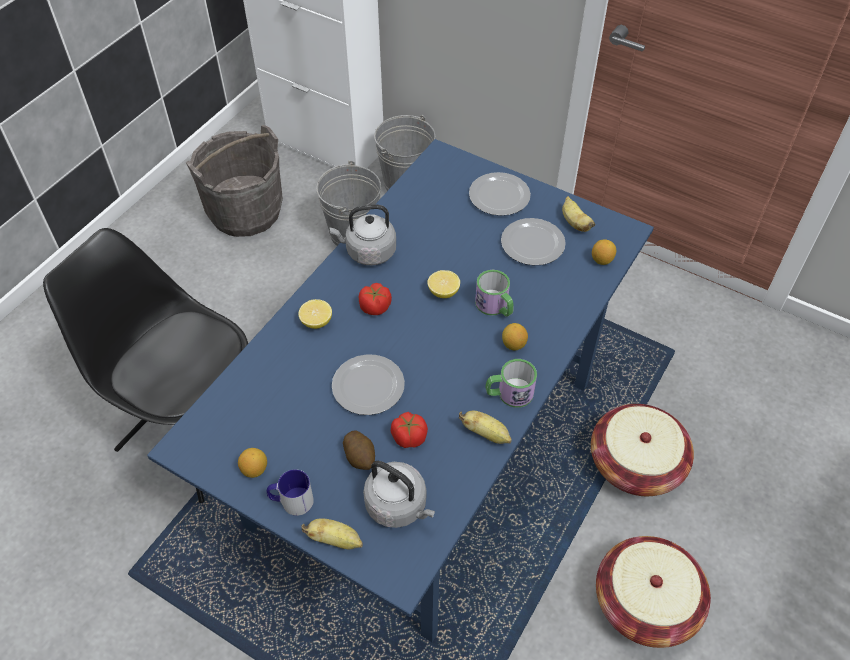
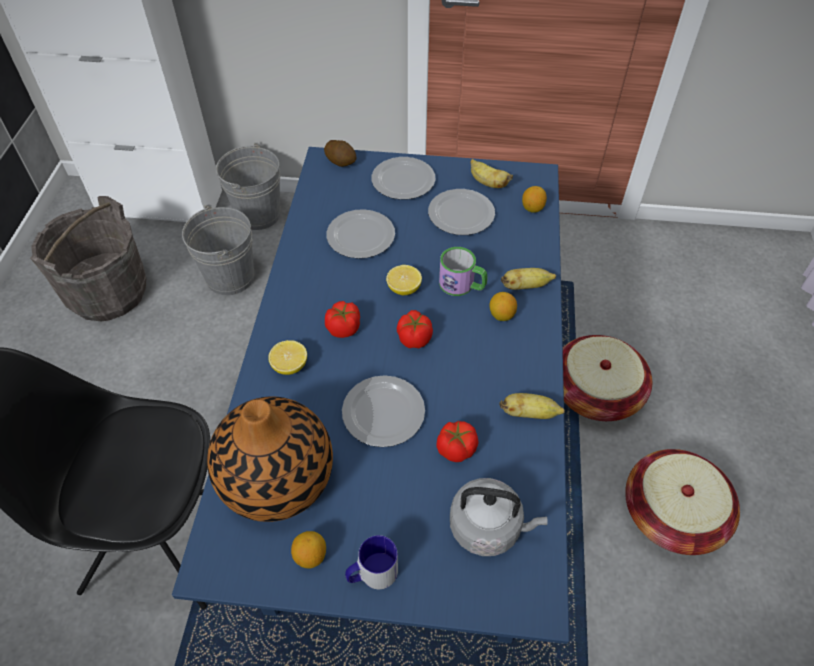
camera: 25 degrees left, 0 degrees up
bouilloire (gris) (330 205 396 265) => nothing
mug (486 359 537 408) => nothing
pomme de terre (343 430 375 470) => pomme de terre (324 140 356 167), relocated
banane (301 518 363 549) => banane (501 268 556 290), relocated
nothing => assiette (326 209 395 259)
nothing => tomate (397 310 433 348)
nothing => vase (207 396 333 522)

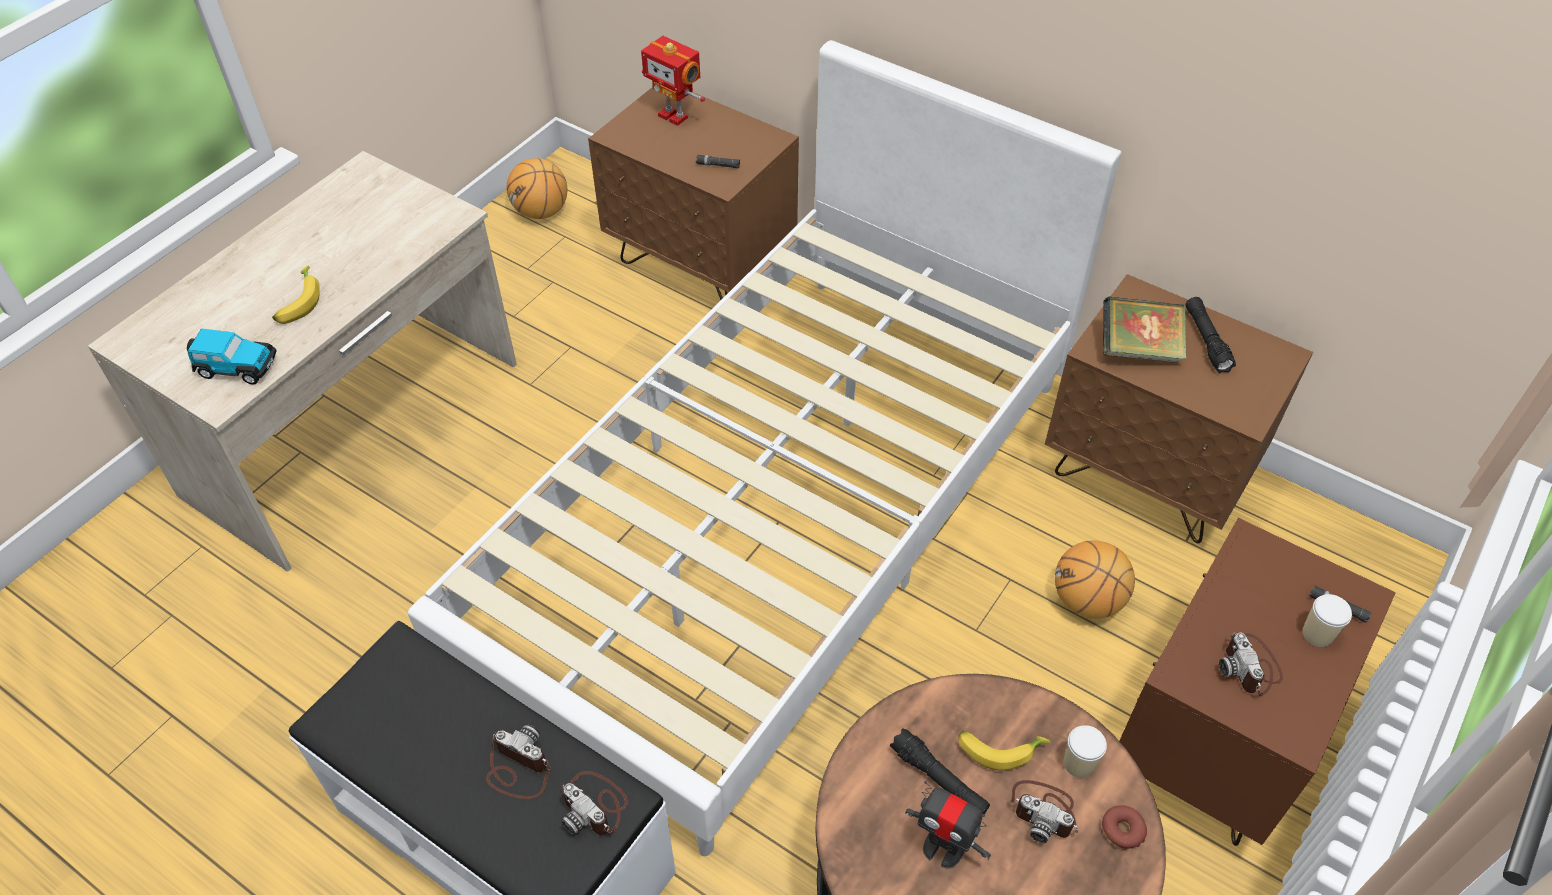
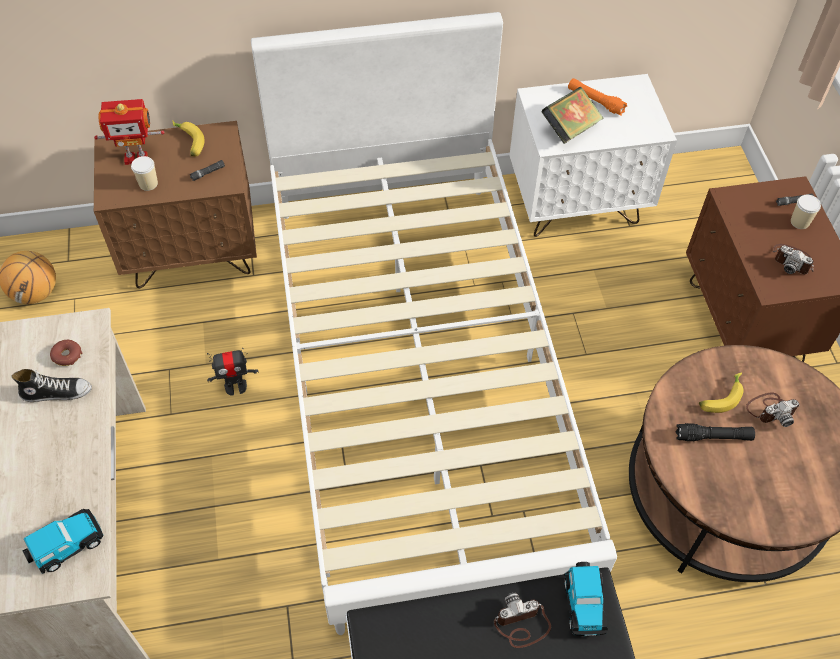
camera: 45 degrees left, 5 degrees up
banane (272 265 320 324) => banane (172 120 205 156), relocated
table de chevet (marron) (1045 274 1313 543) => table de chevet (blanc) (509 74 677 237)
lampe de poche (noir) (1186 297 1236 373) => lampe de poche (orange) (568 78 628 116)
ballon de basket (1055 540 1135 619) => nothing
tasse (1064 725 1107 778) => tasse (131 156 158 191), relocated
appareil photo (562 771 628 835) => petite voiture (564 562 608 636)
robot jouet (905 781 991 869) => robot jouet (207 348 259 396), relocated
beignet (1102 805 1147 850) => beignet (50 340 82 366), relocated
nothing => chaussure (12 369 92 402)

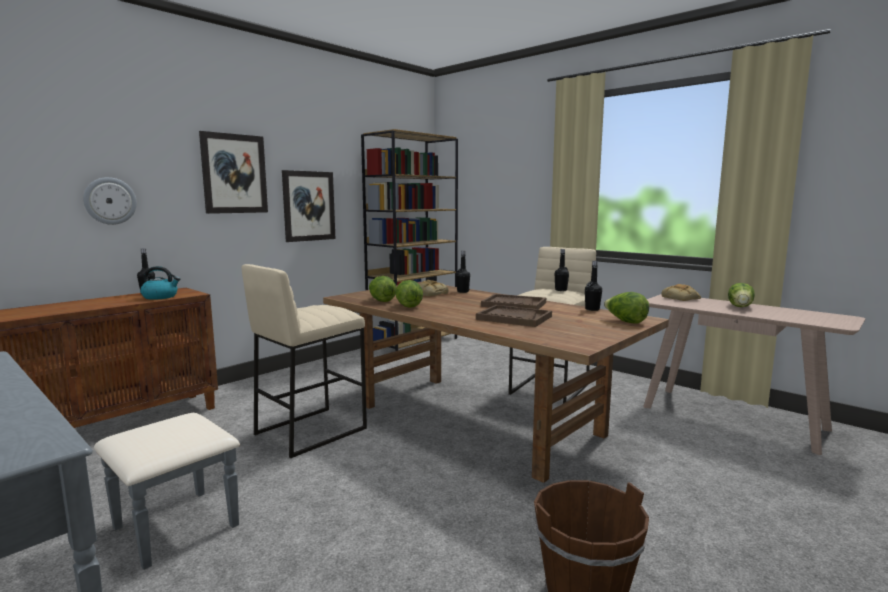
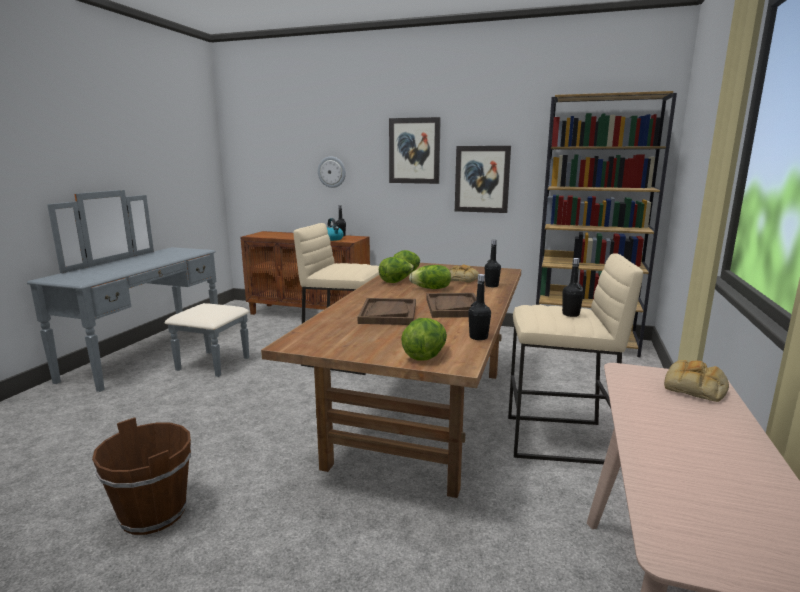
camera: 65 degrees right, 5 degrees up
laitue (728 283 755 307) => laitue (409 265 451 289), relocated

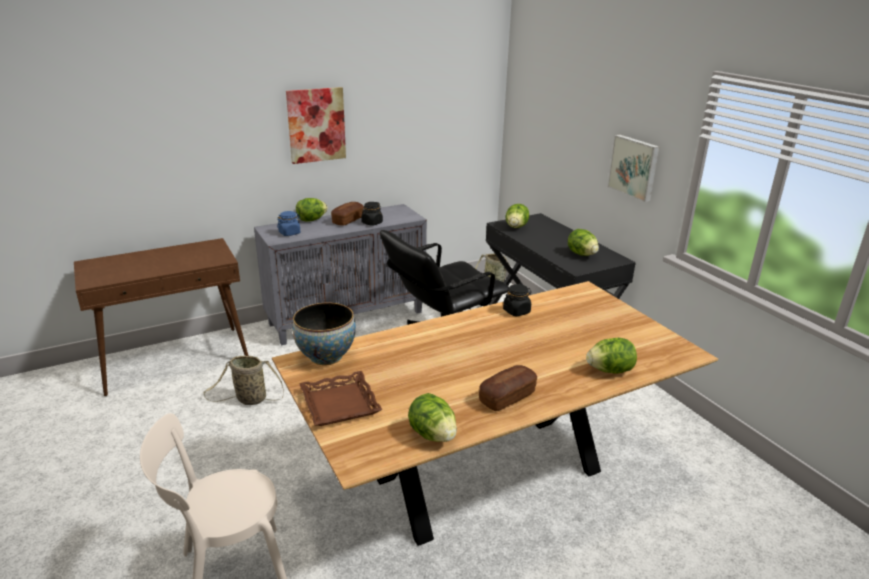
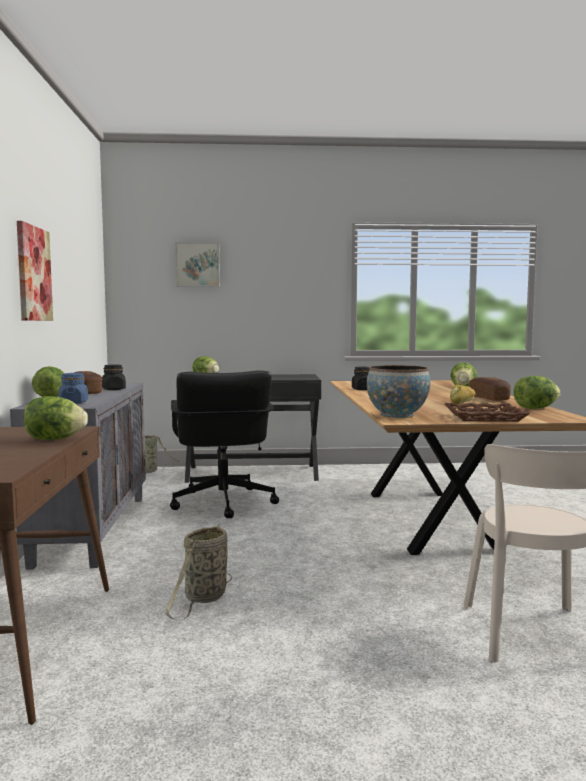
camera: 65 degrees left, 20 degrees down
tableau (608 135 660 202) => tableau (175 242 220 287), relocated
laitue (568 229 599 256) => laitue (24 396 88 440), relocated
nothing => pain (450 384 476 404)

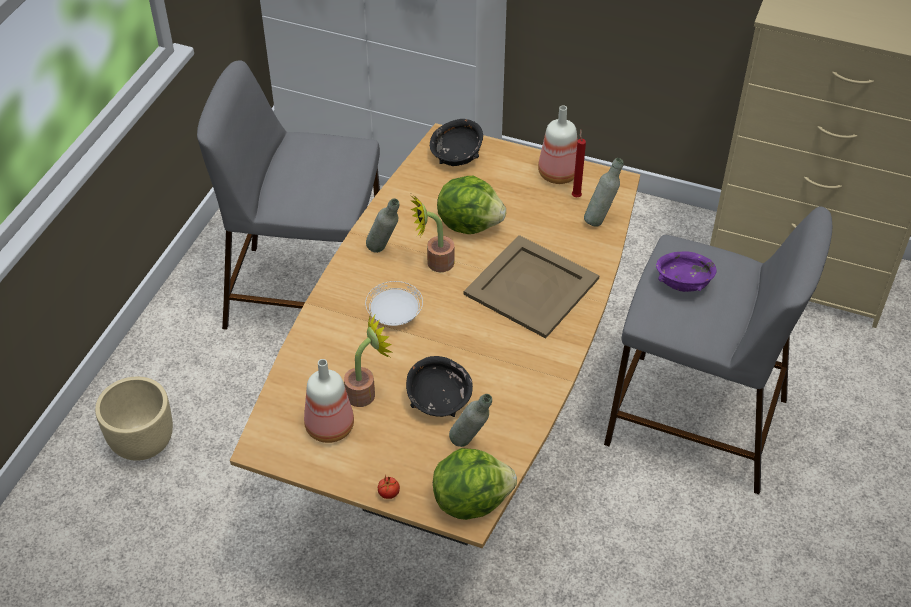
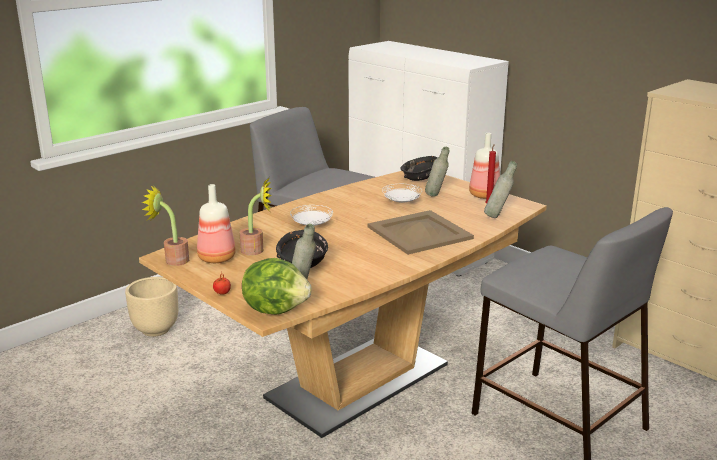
camera: 25 degrees right, 25 degrees down
laitue (437 176 506 234) => assiette (blanc) (382 184 422 203)
plante en pot (410 194 454 272) => plante en pot (142 184 189 266), relocated
bouteille (gris) (366 198 399 253) => bouteille (gris) (425 147 449 197), relocated
bol (violet) (656 251 717 292) => nothing

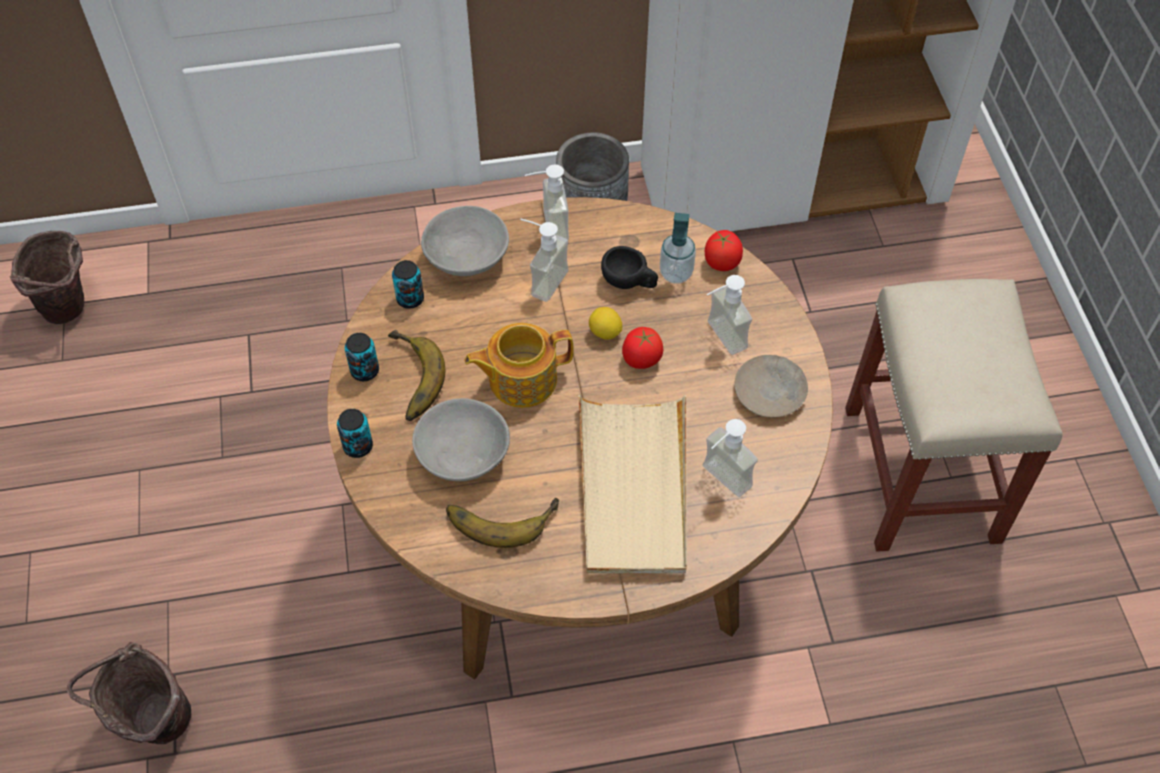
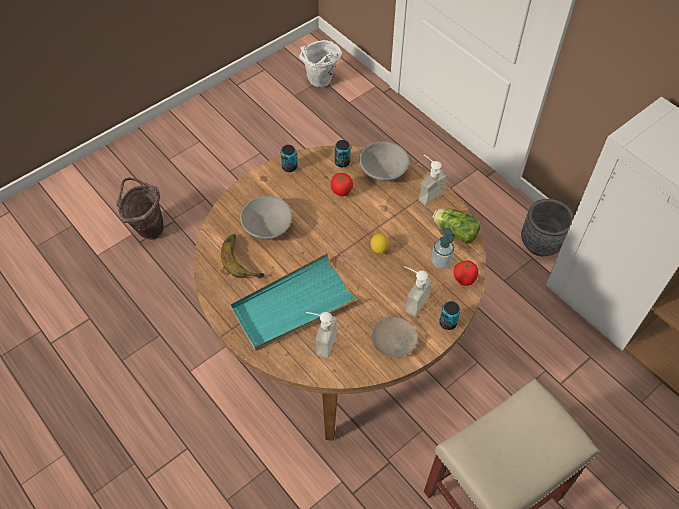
camera: 60 degrees right, 0 degrees up
distributeur de savon (520 219 568 302) => nothing
seau (marron) (10 231 84 324) => seau (blanc) (299 40 342 87)
tasse (noir) (601 246 658 289) => nothing
théière (465 323 573 408) => nothing
tomate (622 327 663 369) => tomate (331 173 353 196), relocated
banane (388 330 445 421) => nothing
plateau (beige) (579 395 687 573) => plateau (turquoise) (230 253 358 350)
boîte métallique (337 409 373 458) => boîte métallique (439 301 460 330), relocated
nothing => laitue (433 209 480 244)

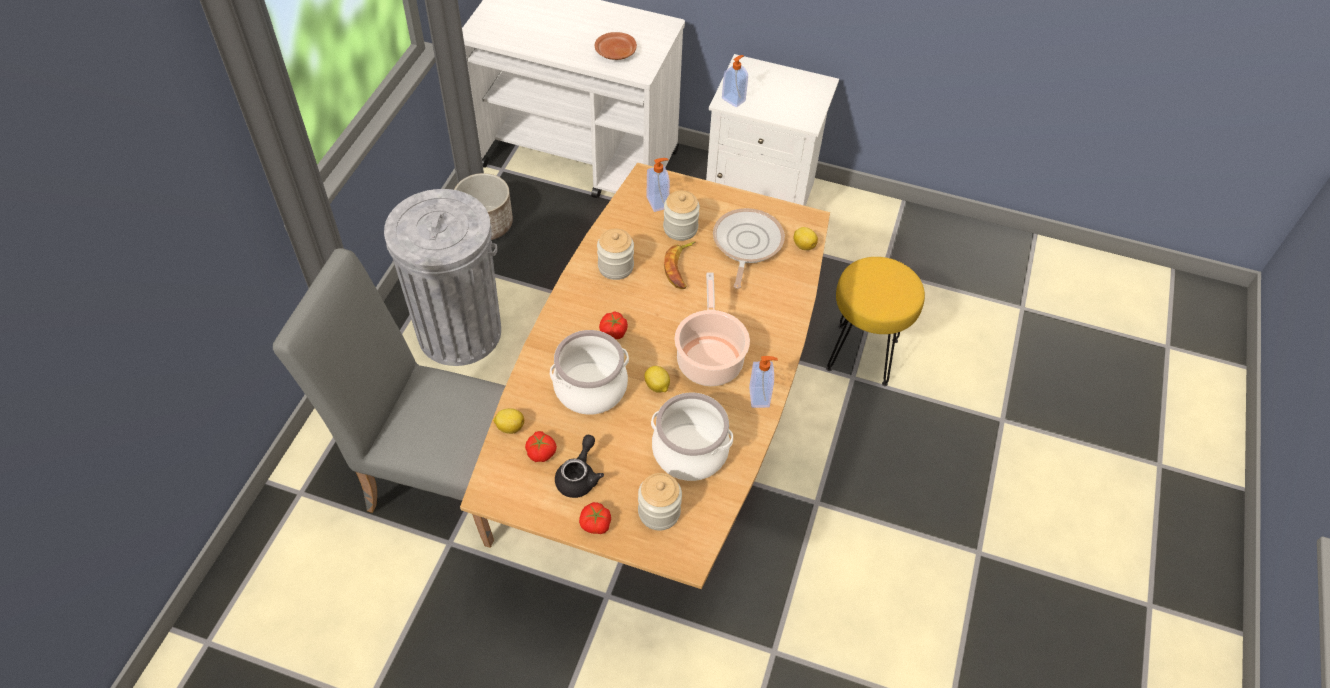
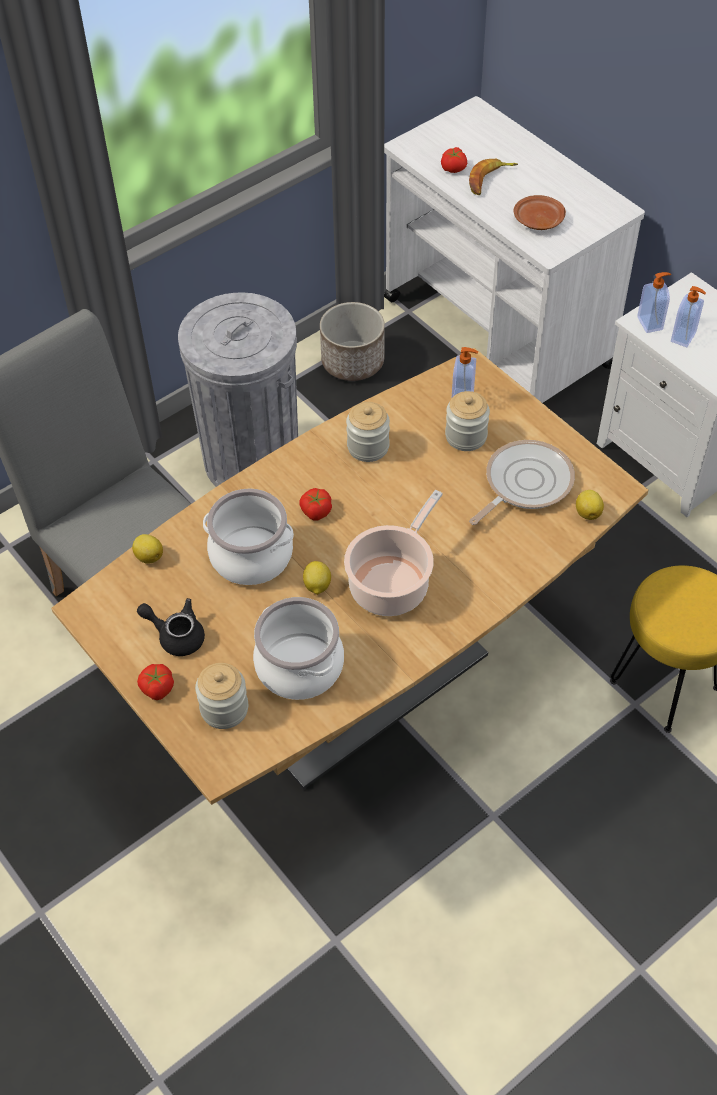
camera: 35 degrees right, 0 degrees up
banane (664 241 695 289) => banane (469 159 518 195), relocated
distributeur de savon (749 356 778 408) => distributeur de savon (671 286 706 347), relocated
tomate (525 431 557 462) => tomate (441 147 467 173), relocated
théière (noir) (555 435 604 498) => théière (noir) (137 598 205 656), 120 degrees counterclockwise

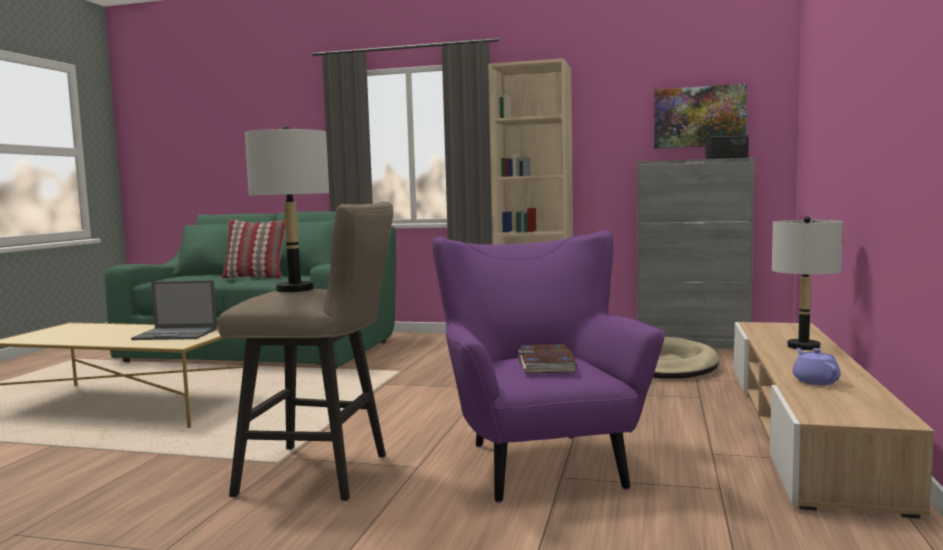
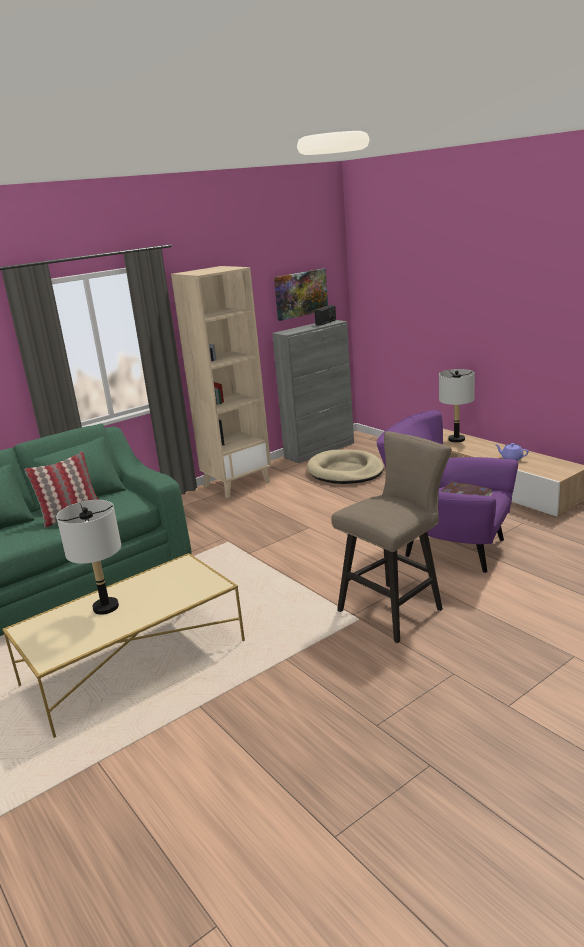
camera: 50 degrees left, 15 degrees up
lampe de table (gris) (245 126 329 292) => lampe de table (gris) (56 500 121 615), relocated
ordinateur portable (131 280 218 340) => nothing

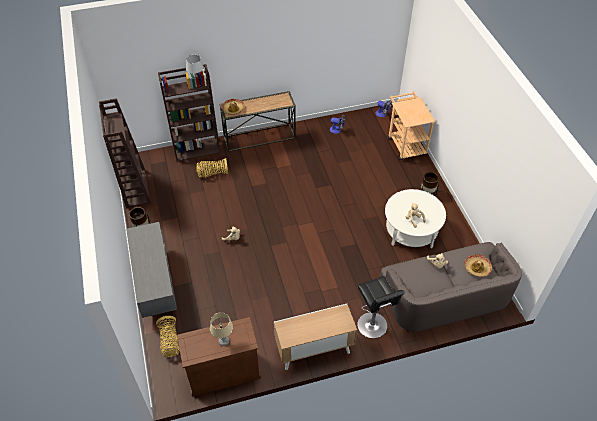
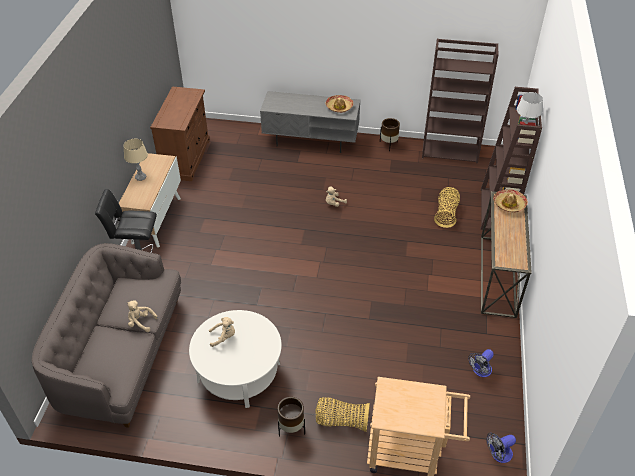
camera: 115 degrees right, 5 degrees down
chapeau (464 254 492 277) => chapeau (325 95 353 113), relocated
lampe de table (beige) (210 312 233 346) => lampe de table (beige) (124 139 148 181), relocated
panier (156 316 180 357) => panier (315 397 370 432), relocated

